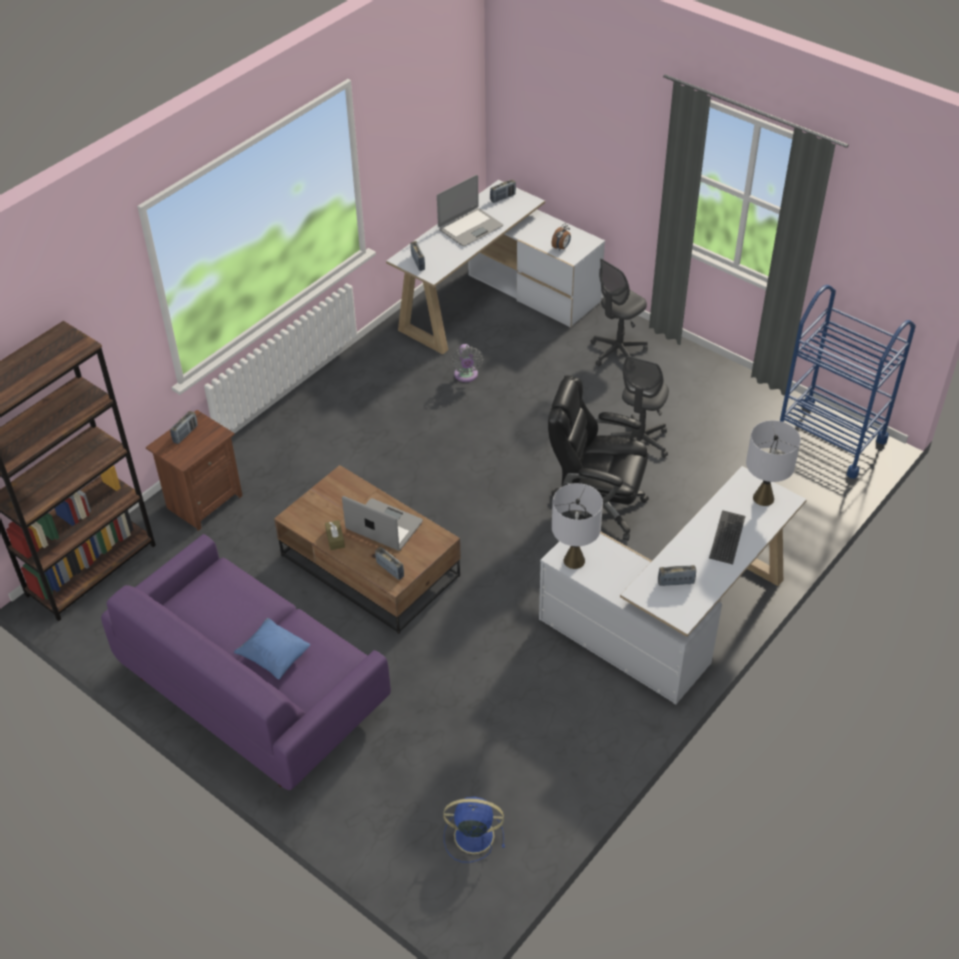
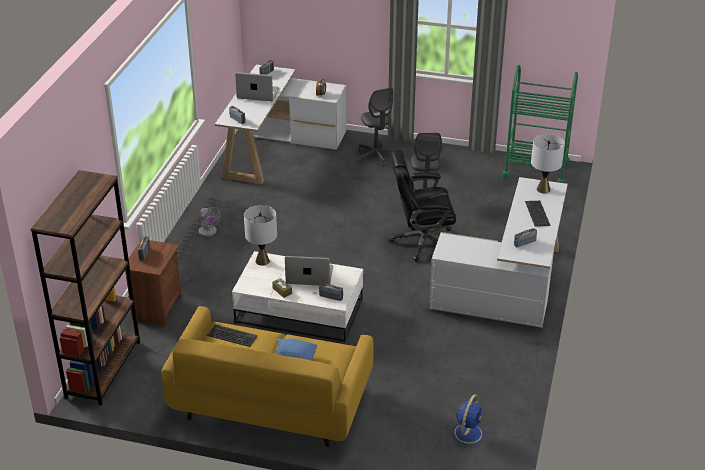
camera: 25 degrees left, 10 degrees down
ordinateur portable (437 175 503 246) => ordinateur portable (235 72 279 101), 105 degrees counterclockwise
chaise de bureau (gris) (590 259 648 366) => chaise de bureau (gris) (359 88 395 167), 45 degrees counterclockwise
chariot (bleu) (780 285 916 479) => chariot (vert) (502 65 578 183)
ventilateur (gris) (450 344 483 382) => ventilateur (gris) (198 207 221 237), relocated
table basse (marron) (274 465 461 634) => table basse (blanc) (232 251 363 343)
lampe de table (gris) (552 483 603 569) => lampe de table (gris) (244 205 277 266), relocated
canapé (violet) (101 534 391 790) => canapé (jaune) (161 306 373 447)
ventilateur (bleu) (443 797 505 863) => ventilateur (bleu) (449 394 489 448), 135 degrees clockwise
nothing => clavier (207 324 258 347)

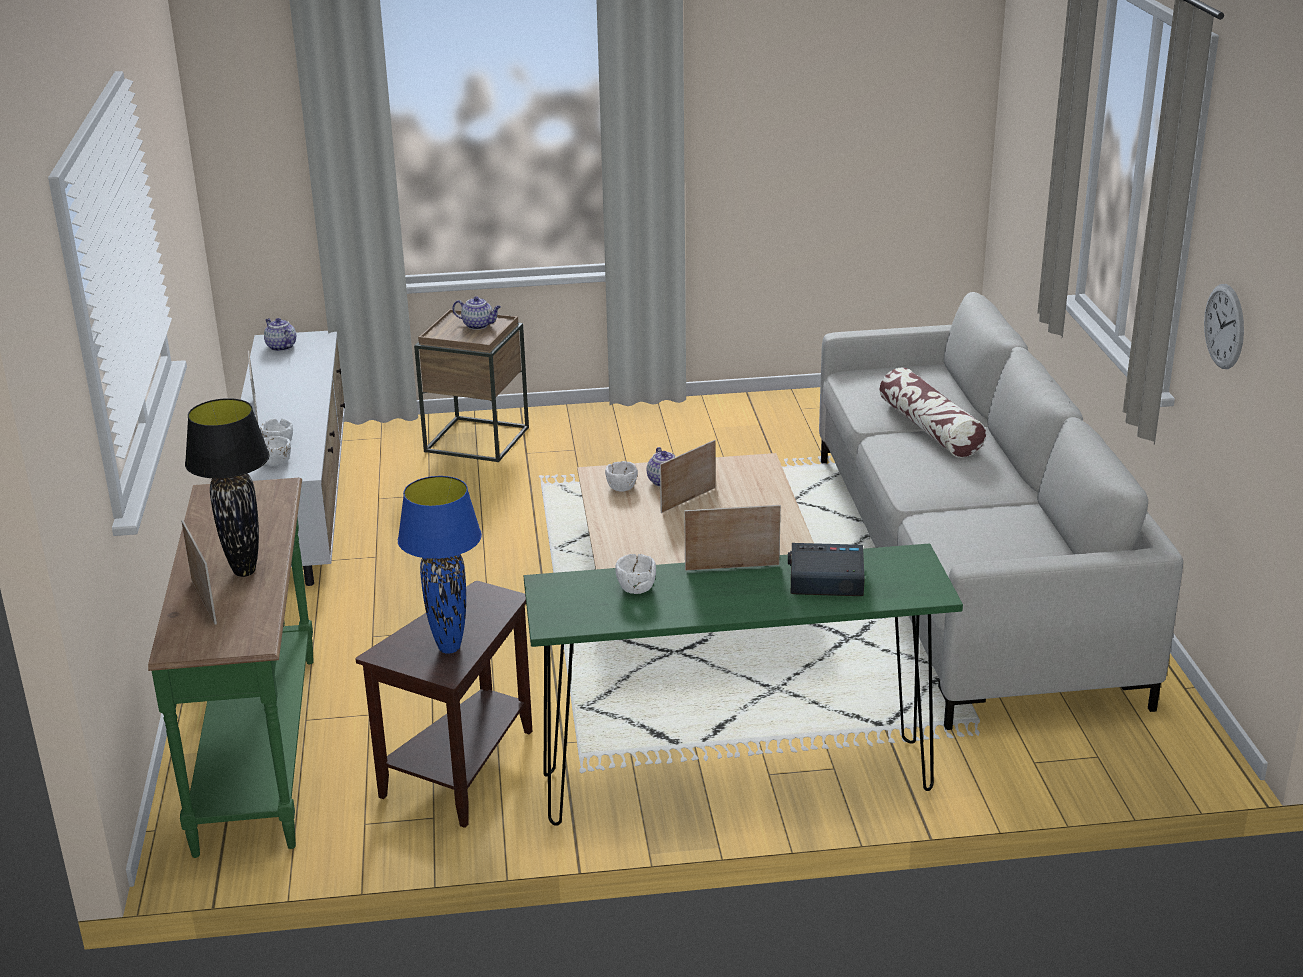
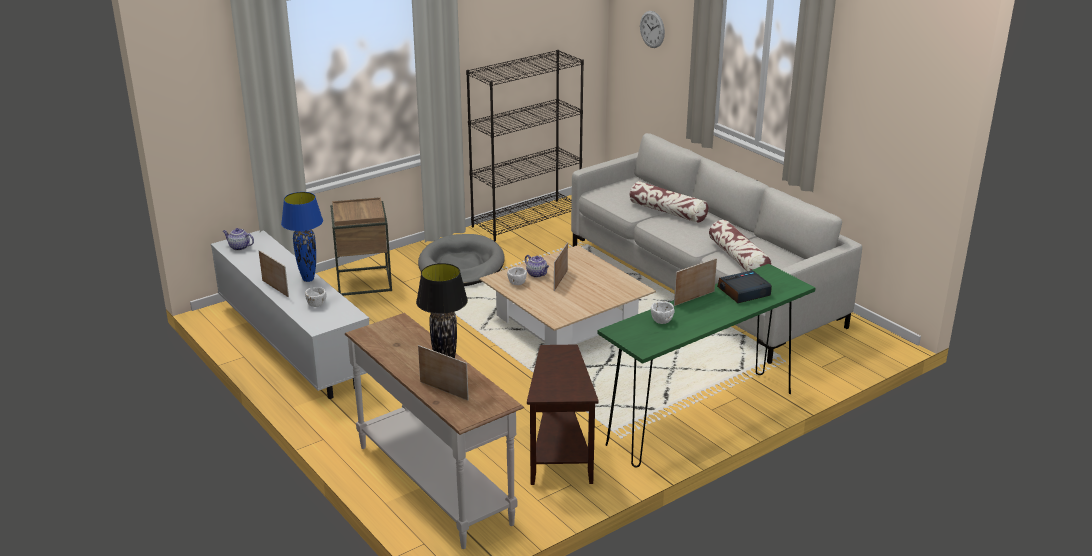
camera: 30 degrees left, 0 degrees up
horloge murale (1204 284 1244 369) => horloge murale (640 11 665 48), relocated
théière (452 296 501 330) => nothing
bol (blanc) (264 436 291 466) => nothing
lampe de table (bleu) (398 476 482 654) => lampe de table (bleu) (281 192 323 282), relocated
table console (vert) (148 478 313 858) => table console (blanc) (345 313 524 549)
nothing => bibliothèque (noir) (466 50 584 241)
nothing => coussin (709 220 771 271)
nothing => panier pour chien (gris) (418 234 505 286)

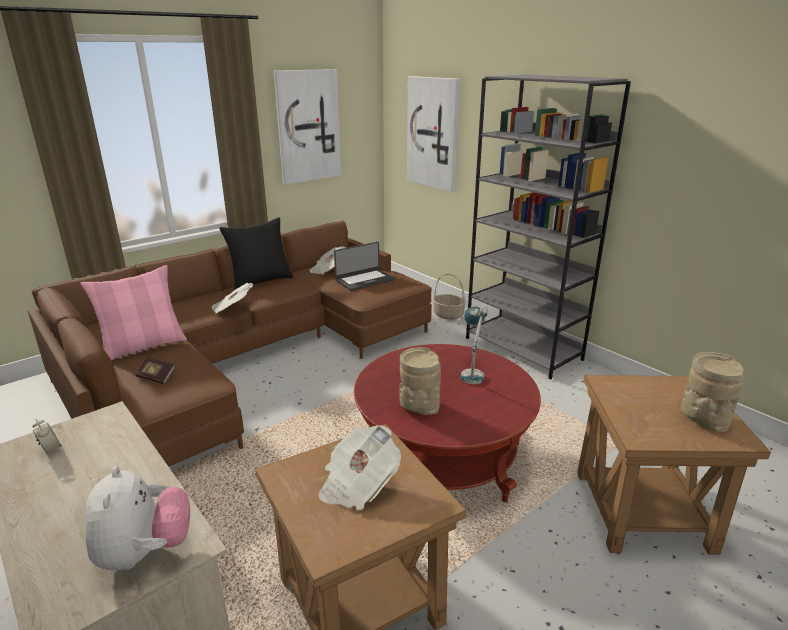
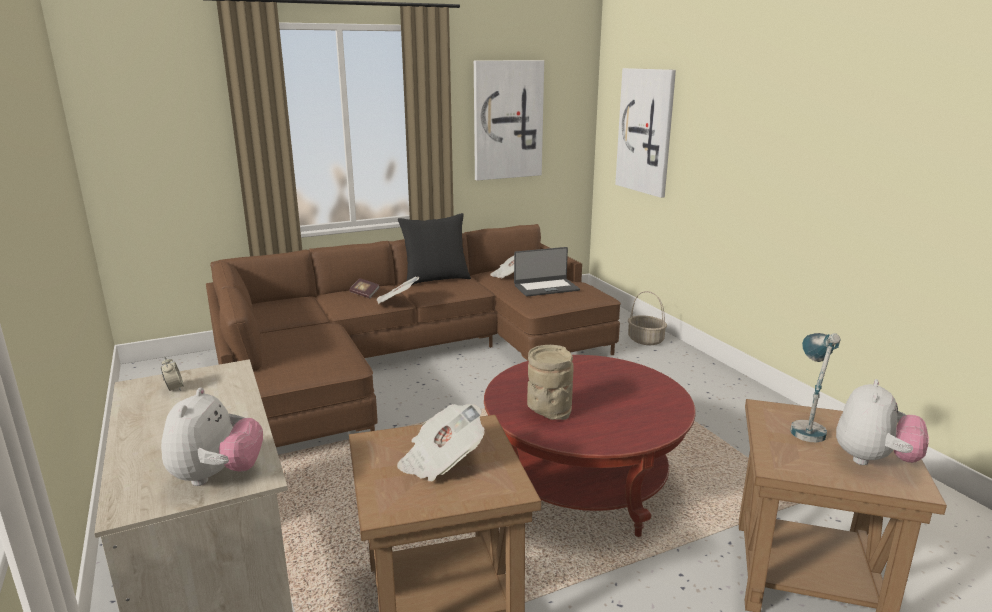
camera: 15 degrees right, 5 degrees down
bibliothèque (gris) (466 75 631 379) => nothing
coussin (rose) (80 265 187 360) => nothing
lampe de table (461 307 488 384) => lampe de table (790 333 840 443), relocated
vase (beige) (681 352 744 432) => peluche (836 379 929 465)
livre (135 357 175 384) => livre (349 278 380 298), relocated

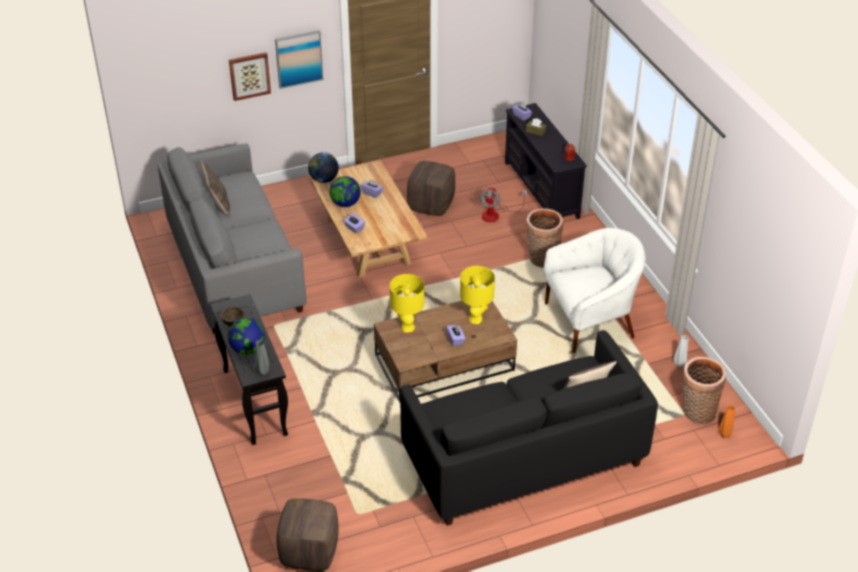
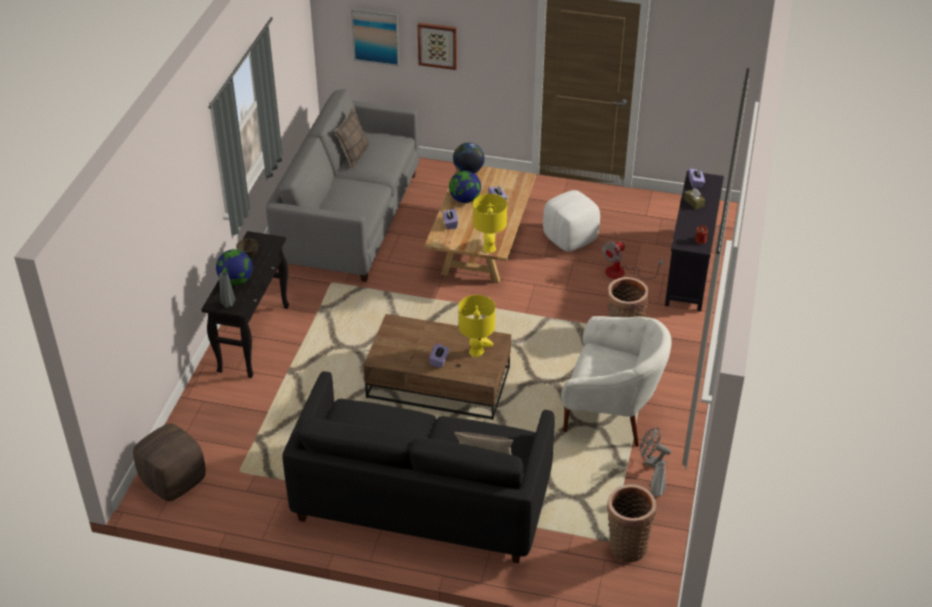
camera: 35 degrees right, 0 degrees up
tableau (275 30 323 89) => tableau (351 8 400 66), relocated
pouf (marron) (407 161 455 216) => pouf (blanc) (543 190 600 252)
lampe de table (jaune) (390 274 424 333) => lampe de table (jaune) (473 194 507 253), relocated
vase (orange) (719 406 735 438) => nothing
nothing => ventilateur (gris) (640 427 671 468)

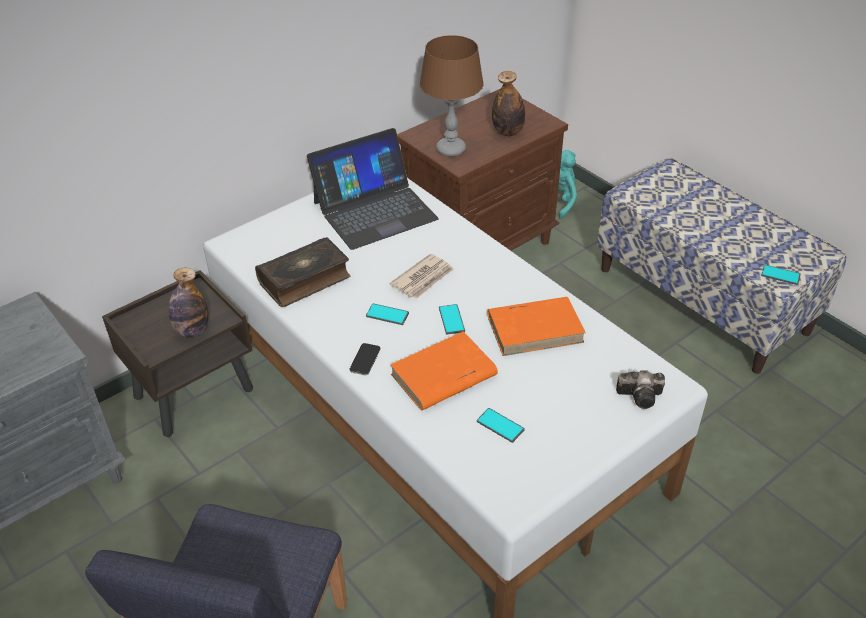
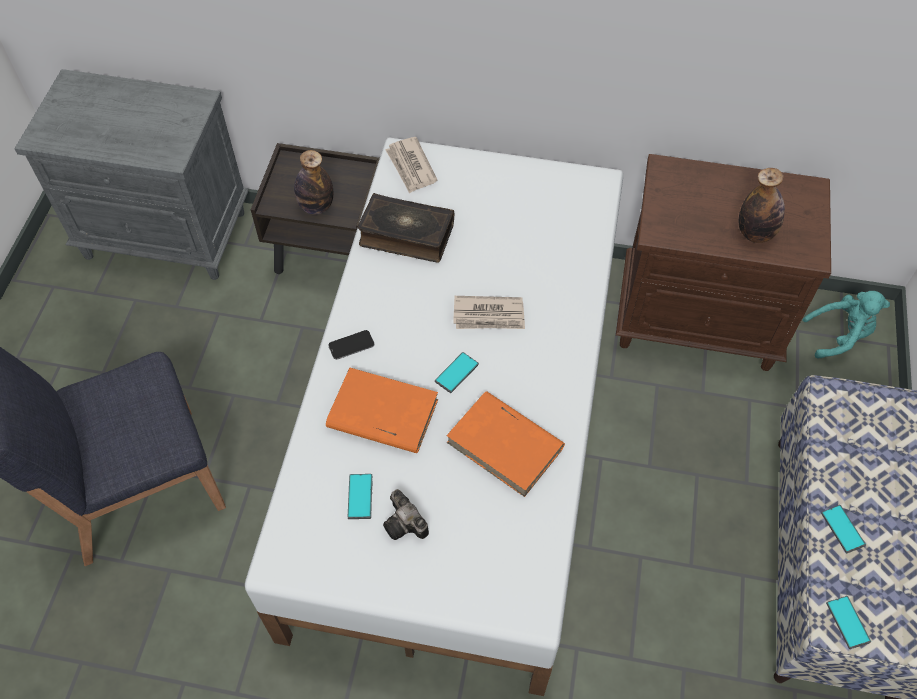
camera: 50 degrees right, 15 degrees up
lampe de table (marron) (419 35 484 157) => nothing
ordinateur portable (307 128 439 250) => nothing
téléphone (366 303 409 325) => téléphone (821 505 866 553), relocated
appareil photo (616 370 665 409) => appareil photo (383 489 429 540), relocated
nothing => journal (385 137 437 194)

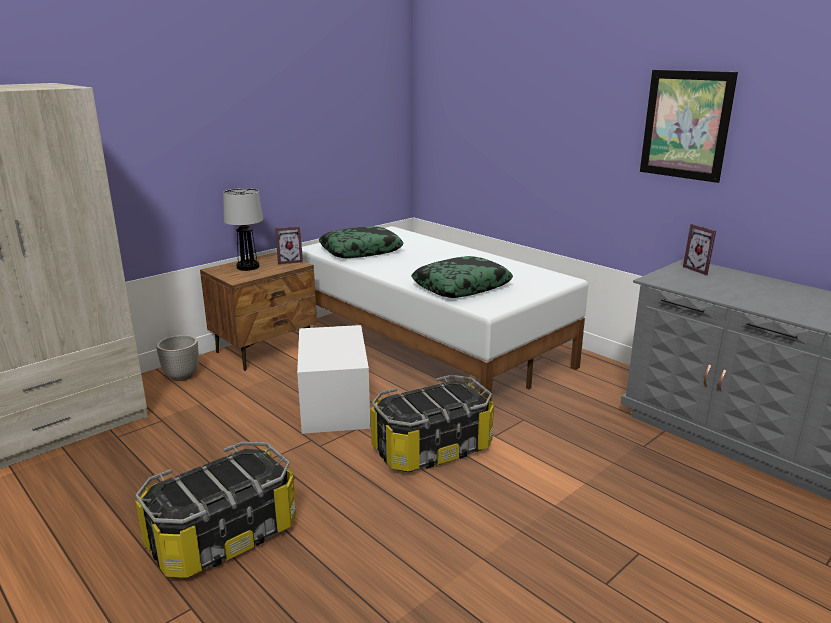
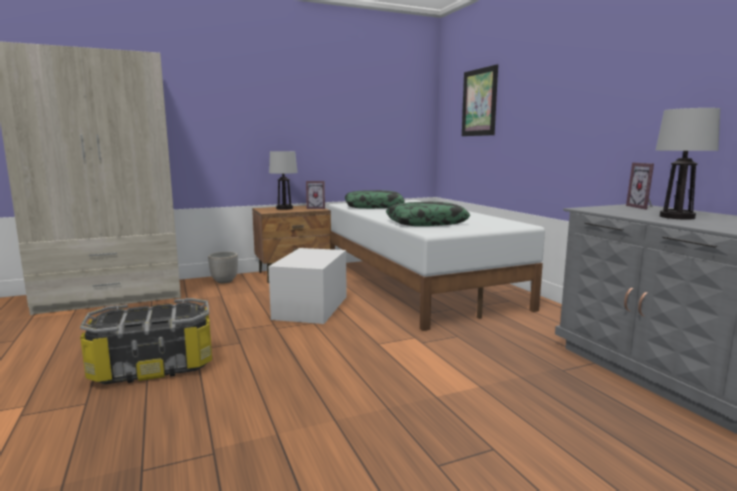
camera: 20 degrees right, 10 degrees down
tableau (640 70 738 183) => tableau (462 64 498 136), relocated
boîte de rangement (370 375 494 472) => nothing
nothing => lampe de table (656 108 720 220)

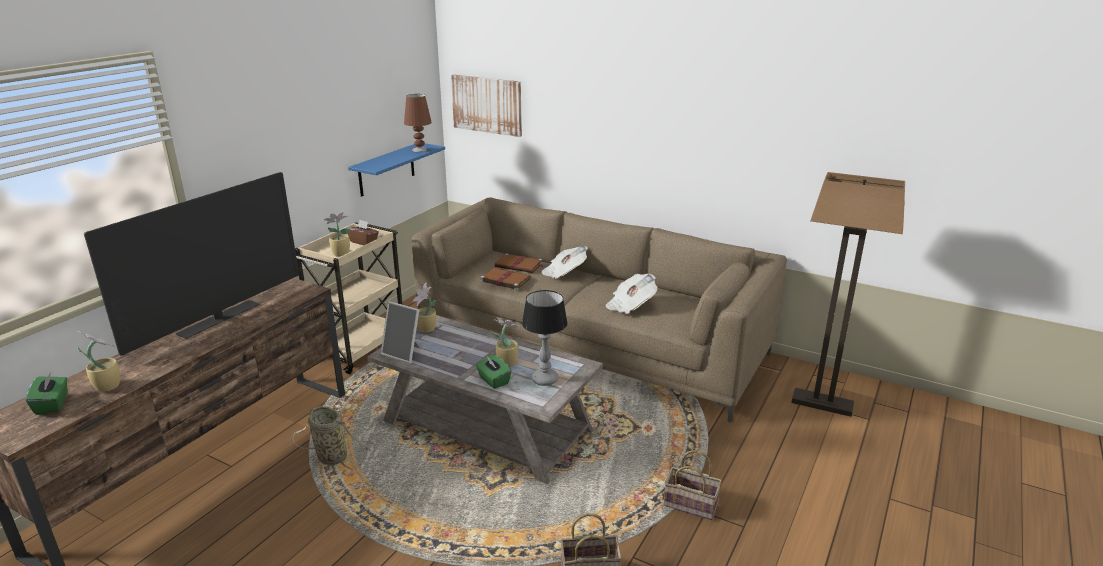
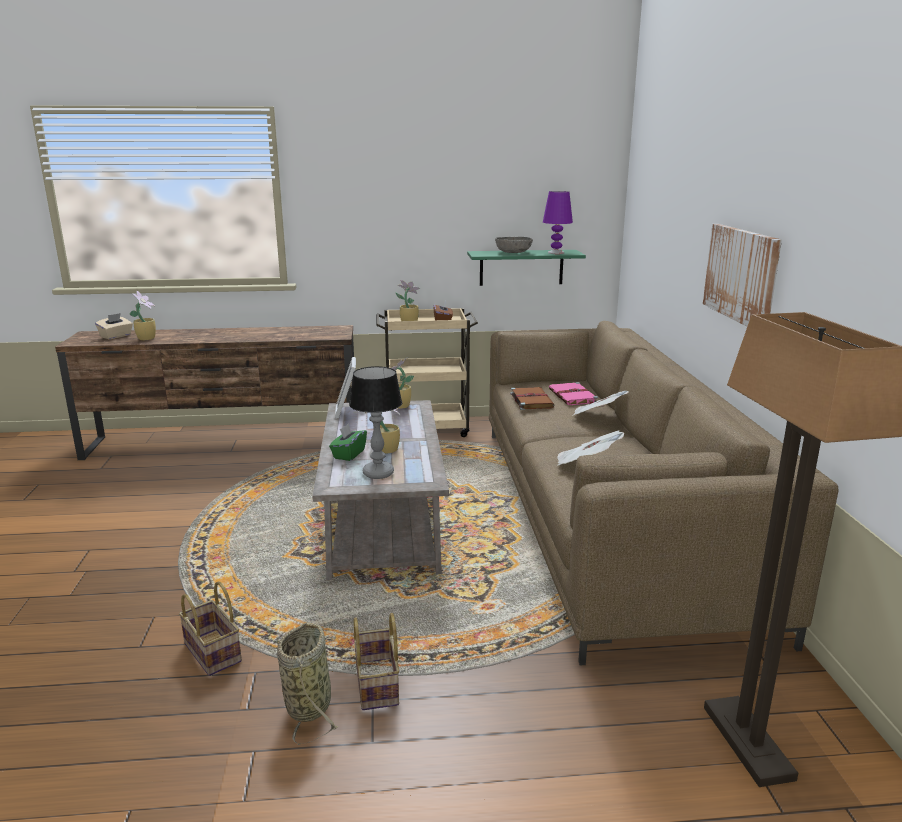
camera: 55 degrees right, 5 degrees down
tableau (451 74 522 137) => tableau (703 224 782 327), relocated
lampe de table (marron) (404 94 432 152) => lampe de table (violet) (543 191 573 254)
étagère (bleu) (348 143 445 197) => étagère (vert) (467 250 586 286)
téléviseur (84 172 299 356) => nothing
livre (marron) (495 253 543 273) => livre (rose) (549 382 598 405)
boîte à mouchoirs (vert) (26 372 67 415) => boîte à mouchoirs (beige) (95 313 133 339)
panier (293 406 369 469) => panier (277 623 339 745), relocated
nothing => bol (gris) (495 237 533 253)

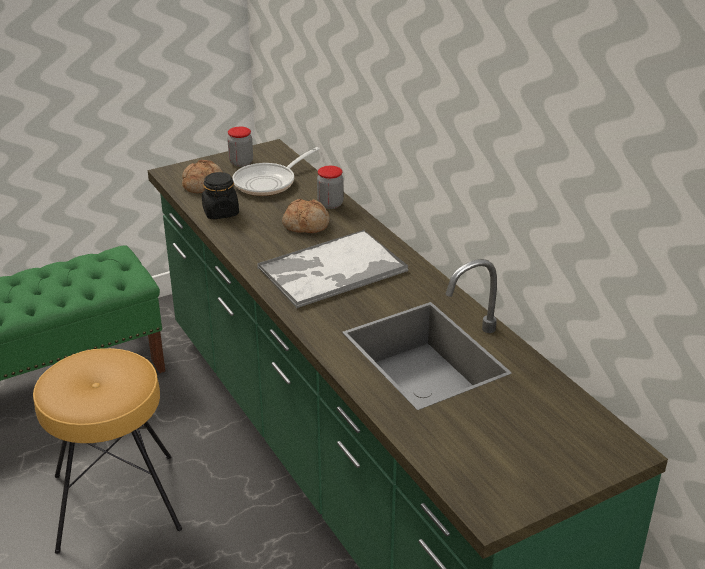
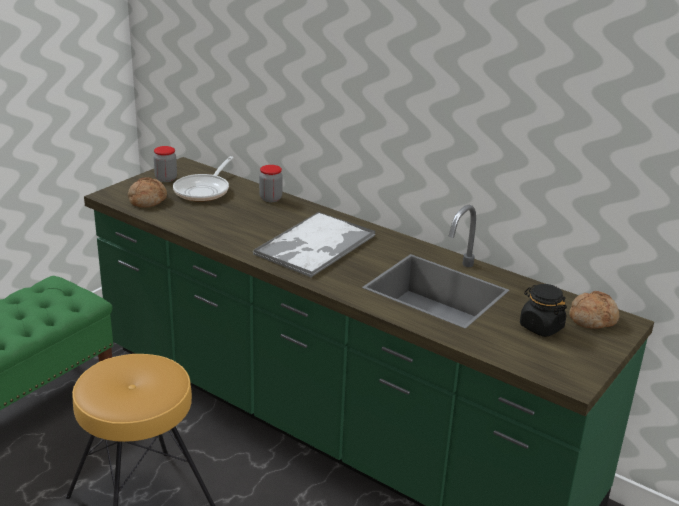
camera: 25 degrees left, 5 degrees down
bocal (noir) (202 172 239 219) => bocal (noir) (520 284 567 337), relocated
pain (282 199 329 233) => pain (569 291 619 329), relocated

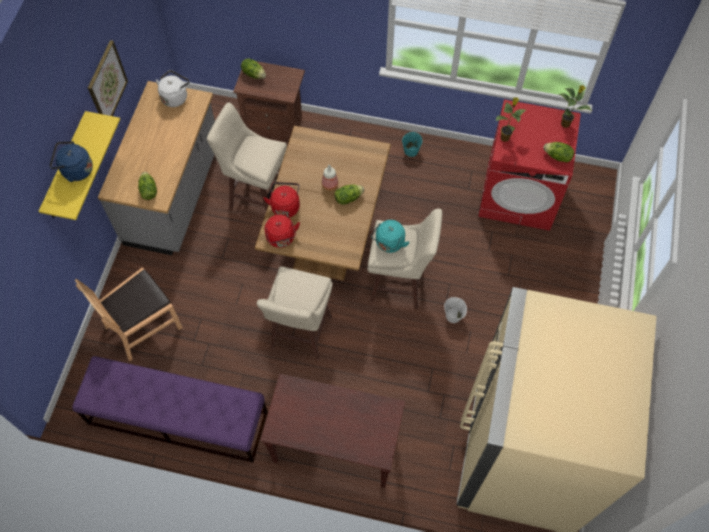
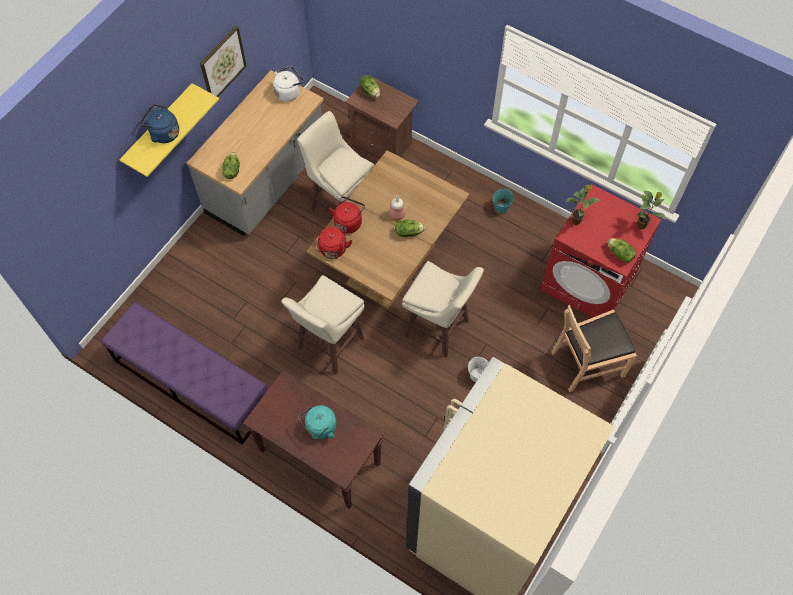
camera: 20 degrees right, 0 degrees up
bouilloire (turquoise) (371 220 410 253) => bouilloire (turquoise) (298 405 337 439), relocated
chaise (marron) (75 267 183 361) => chaise (marron) (551 305 637 392), relocated

